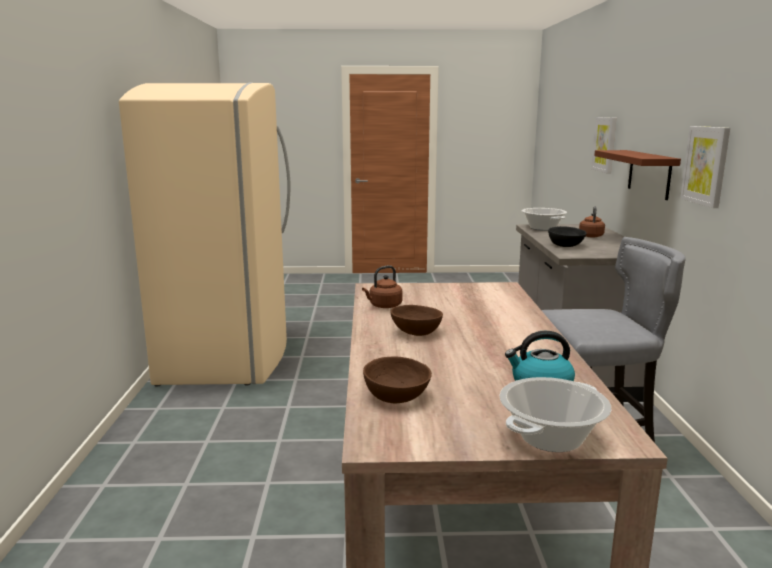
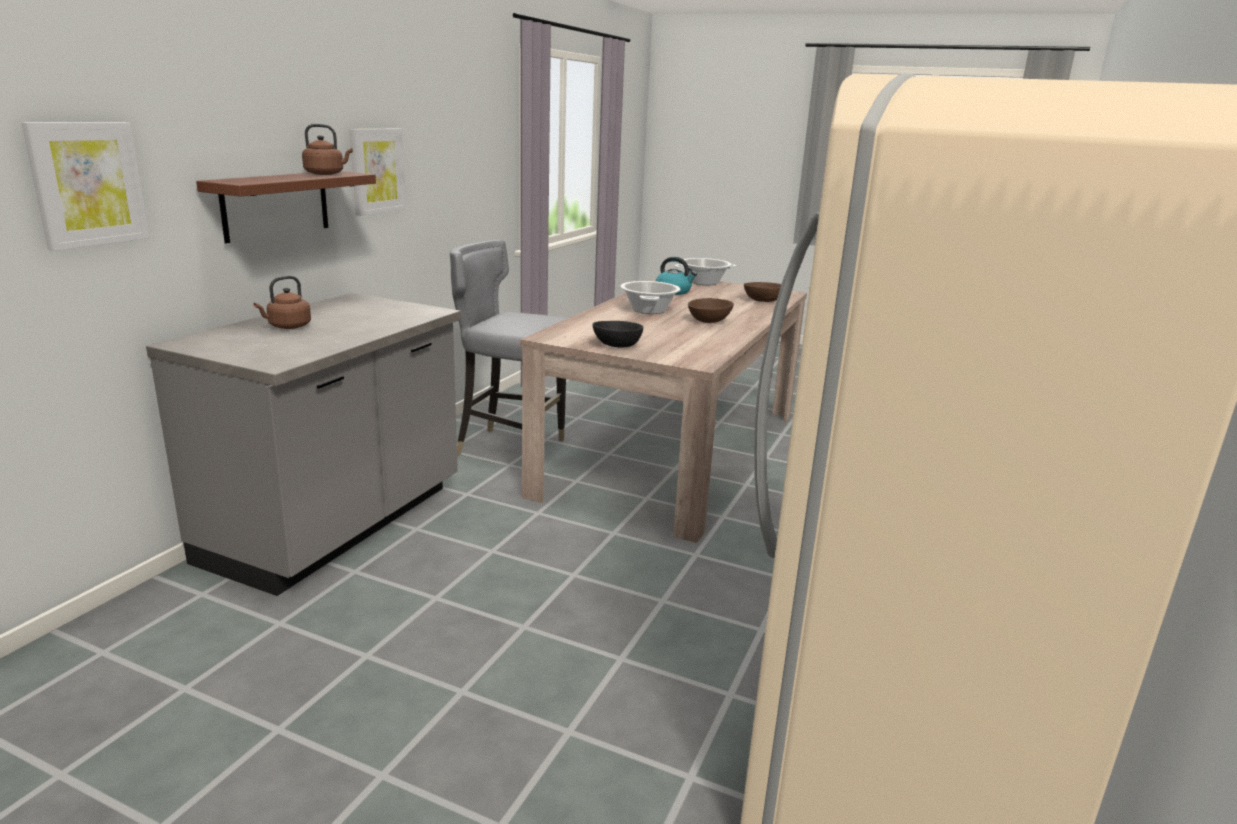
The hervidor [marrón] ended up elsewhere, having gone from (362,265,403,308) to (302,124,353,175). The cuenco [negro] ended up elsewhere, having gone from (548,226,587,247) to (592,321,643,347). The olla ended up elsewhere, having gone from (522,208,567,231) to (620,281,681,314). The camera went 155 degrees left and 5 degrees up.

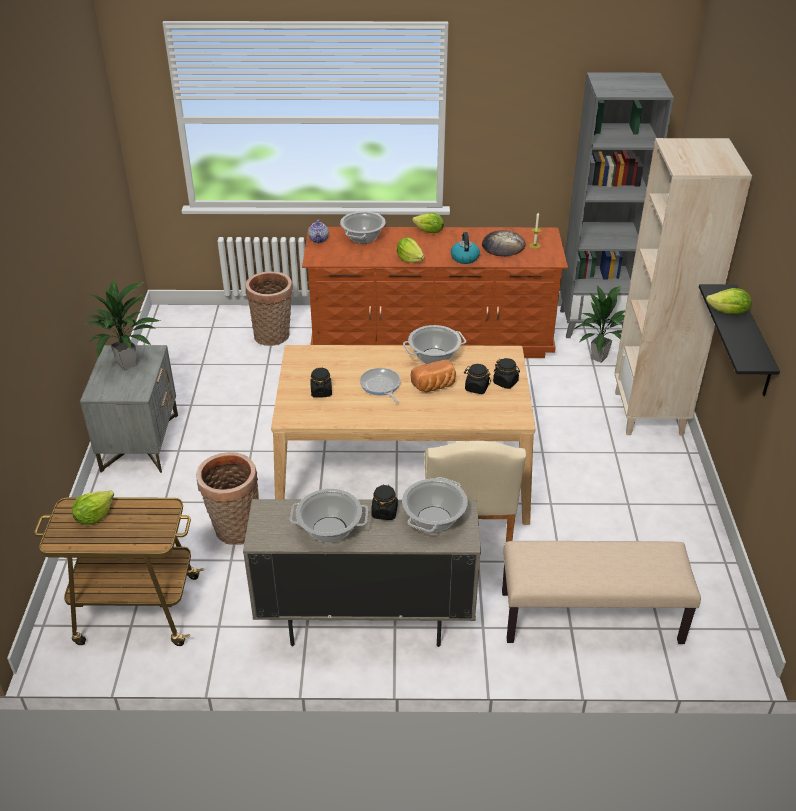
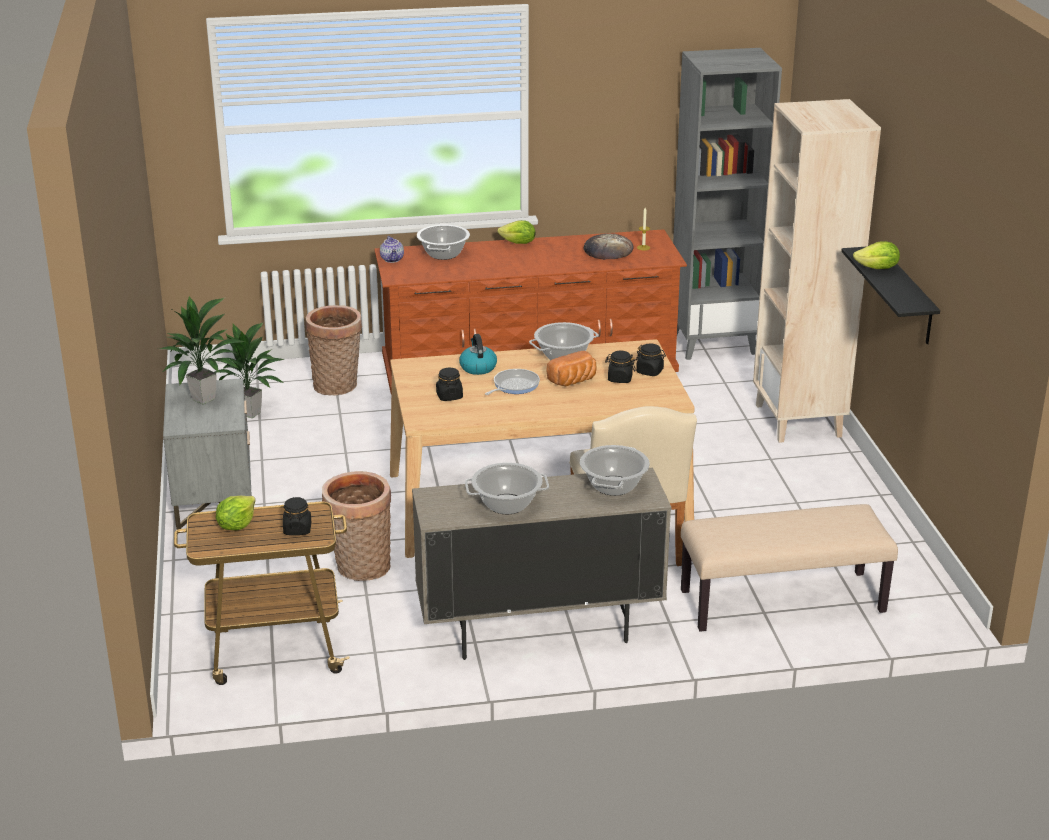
The planta en maceta ended up elsewhere, having gone from (574,285,625,363) to (215,323,284,418). The tarro [negro] ended up elsewhere, having gone from (371,484,398,520) to (283,497,311,535). The hervidor ended up elsewhere, having gone from (451,232,480,264) to (459,334,497,375). The sartén at (360,368,401,403) ended up facing another way, 75 degrees clockwise from before. The second view lost the lechuga at (397,237,425,263). The camera went 10 degrees left and 10 degrees down.

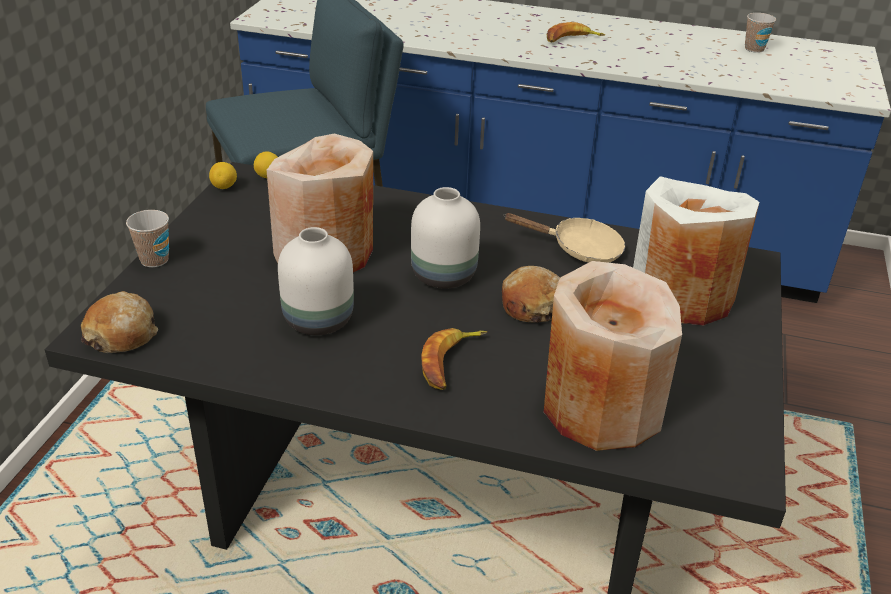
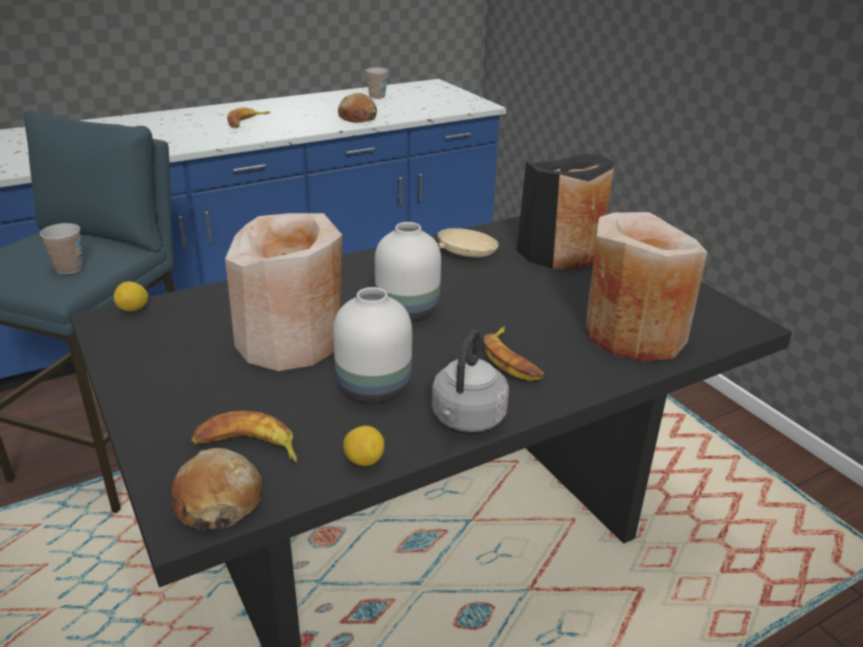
The taza ended up elsewhere, having gone from (126,210,169,267) to (40,223,83,274). The second view gained the plátano at (190,411,297,463). The pan ended up elsewhere, having gone from (502,266,560,323) to (338,93,377,123). The limón ended up elsewhere, having gone from (209,162,237,189) to (343,426,385,466). The second view gained the hervidor [gris] at (432,330,509,432). What was the florero [blanco] at (633,176,759,326) turned into the florero [negro] at (517,154,615,269). The camera went 45 degrees left and 5 degrees down.

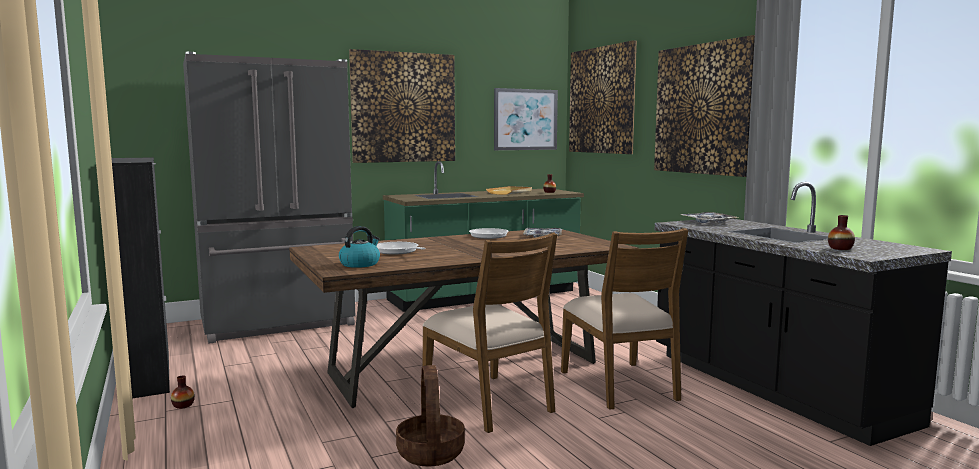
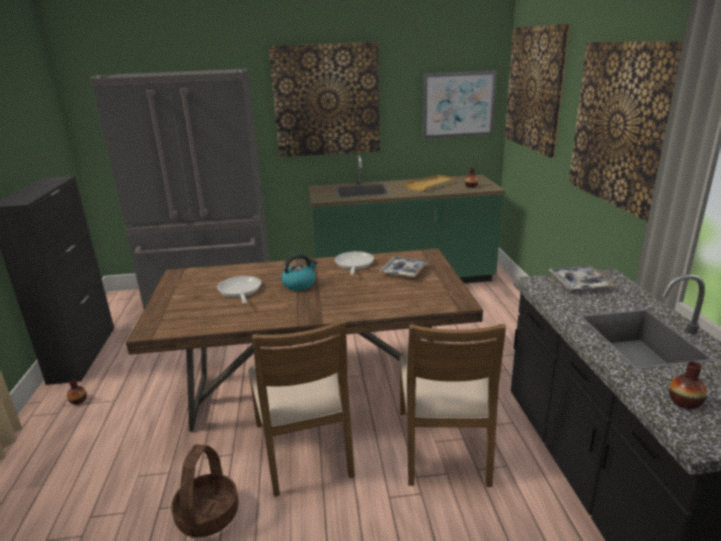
The hervidor ended up elsewhere, having gone from (339,226,380,268) to (281,254,318,291). The camera went 20 degrees right and 15 degrees up.

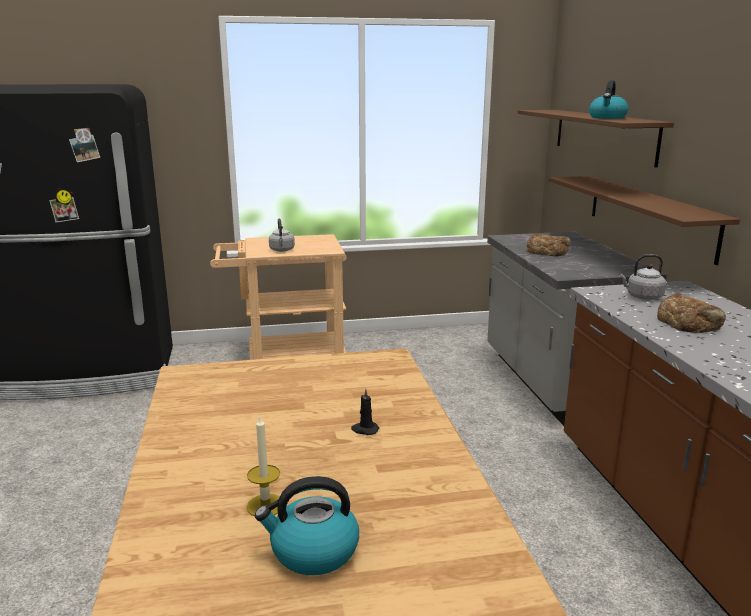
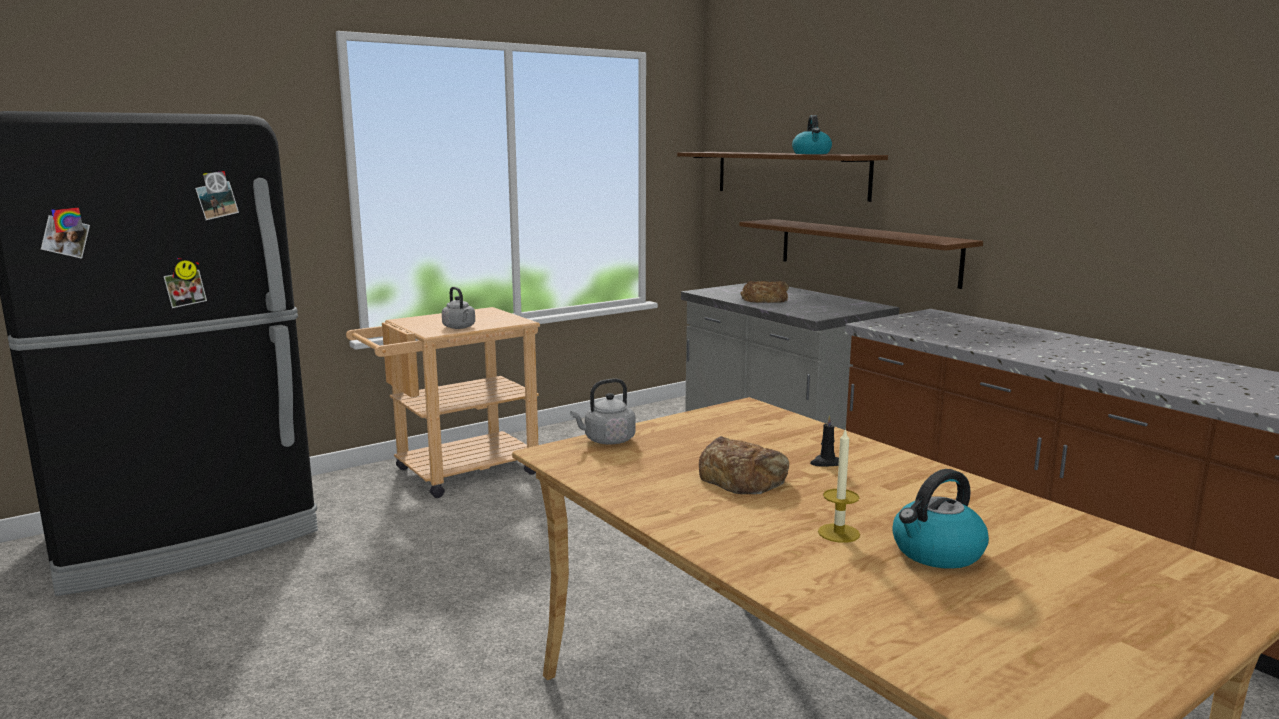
The hervidor [gris] ended up elsewhere, having gone from (619,254,666,300) to (570,378,635,444). The pan ended up elsewhere, having gone from (657,293,726,333) to (699,436,789,494). The camera went 25 degrees left and 5 degrees down.

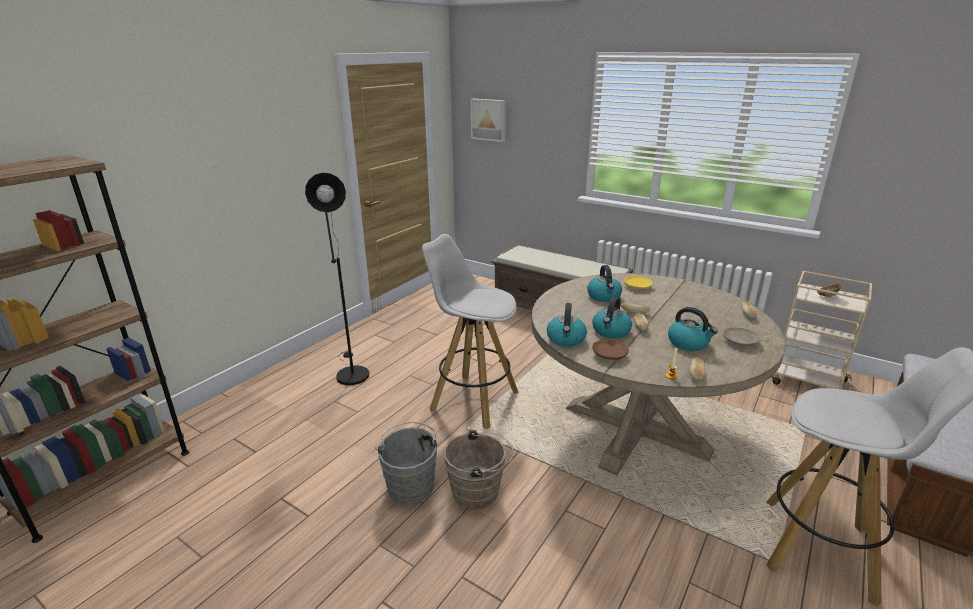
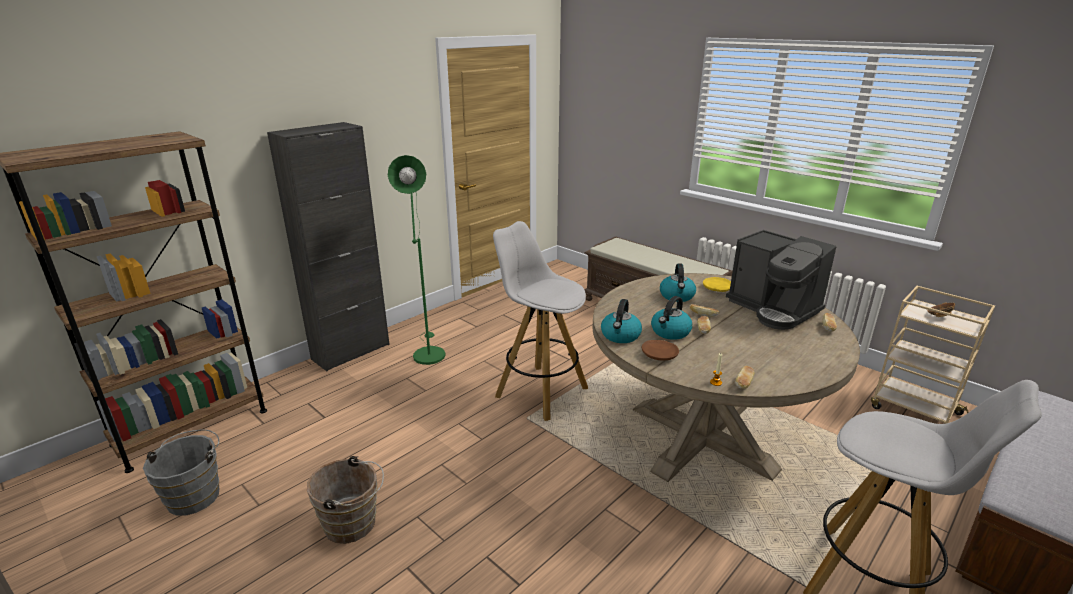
The cubo [gris] ended up elsewhere, having gone from (375,422,441,505) to (143,429,219,516). The second view gained the armario [negro] at (267,122,390,371). The cubo [marrón] ended up elsewhere, having gone from (444,430,514,510) to (307,456,384,544). What was the lámpara de pie [negro] at (305,173,369,385) turned into the lámpara de pie [verde] at (388,155,445,365). The second view gained the cafetera at (726,230,837,330). The second view lost the cuadro at (471,99,506,142). The second view lost the hervidor at (668,307,718,351). The second view lost the plato [beis] at (723,327,761,346). The camera went 10 degrees right and 0 degrees up.

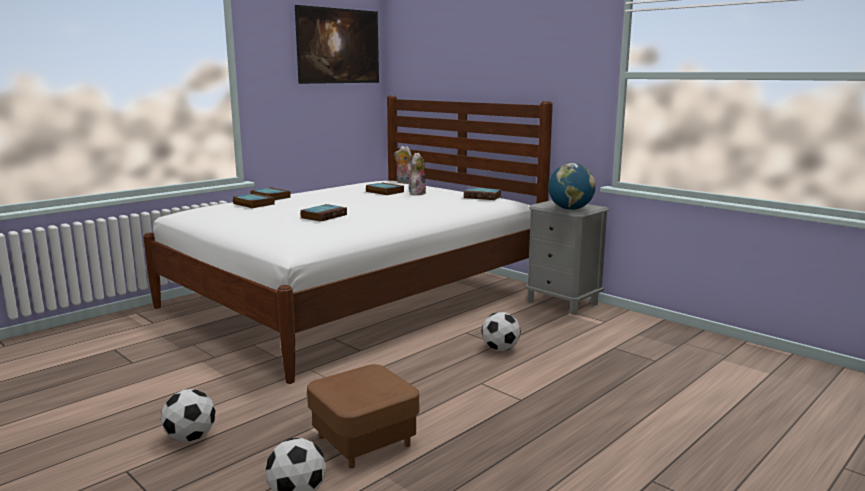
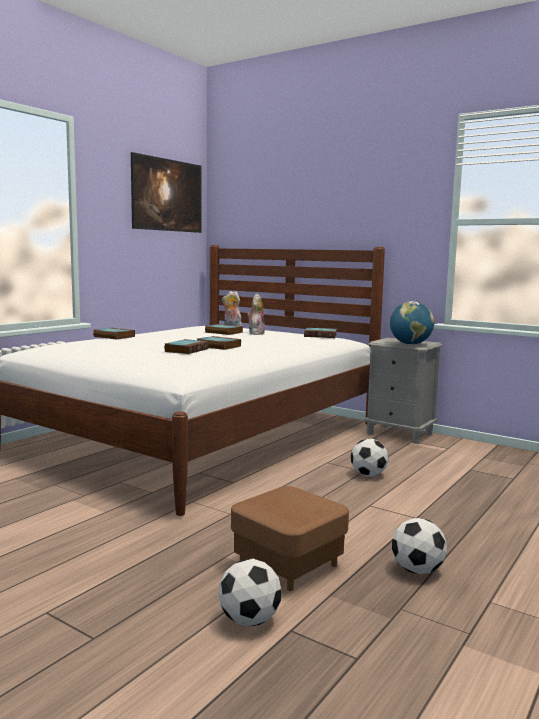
The libro ended up elsewhere, having gone from (233,193,275,208) to (197,336,241,350). The balón de fútbol ended up elsewhere, having gone from (161,389,216,442) to (392,518,447,574). The camera went 10 degrees left and 5 degrees down.

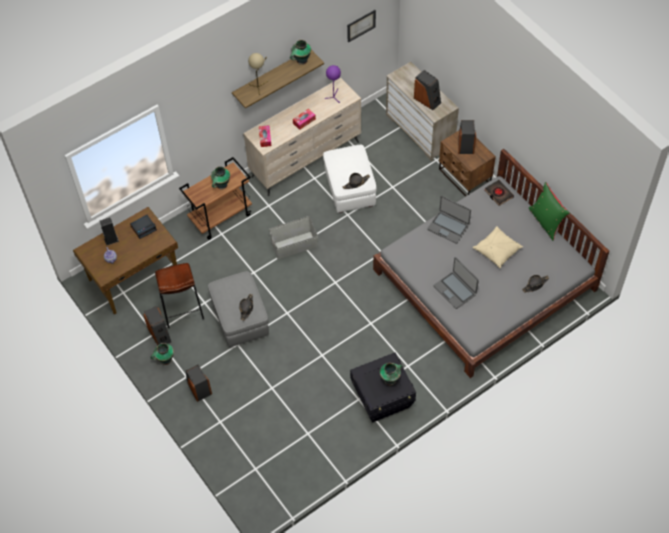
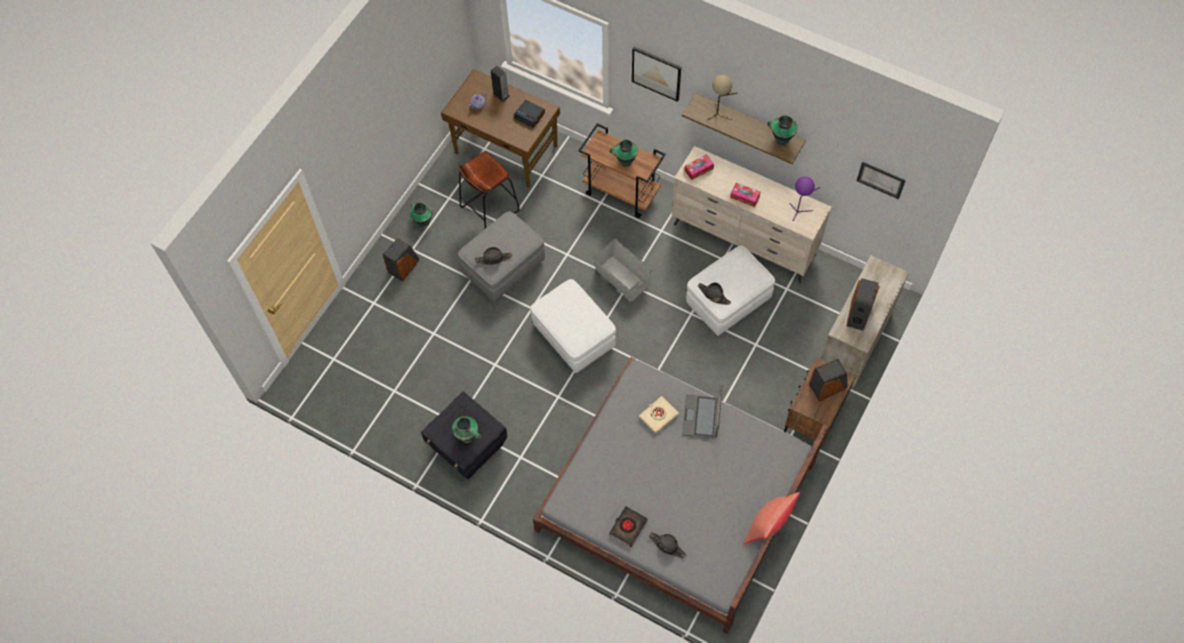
The second view gained the puf [blanco] at (530,279,616,373). The libro [negro] ended up elsewhere, having gone from (484,180,514,206) to (609,506,648,547). The second view gained the cuadro at (632,47,681,102). The second view gained the libro [beis] at (639,396,679,434). What was the cojín [verde] at (529,182,570,241) turned into the cojín [rojo] at (744,492,800,544). The second view lost the altavoz at (143,306,171,345). The second view lost the portátil at (434,257,479,309). The second view lost the cojín [beis] at (473,226,523,268). The camera went 65 degrees right and 5 degrees up.

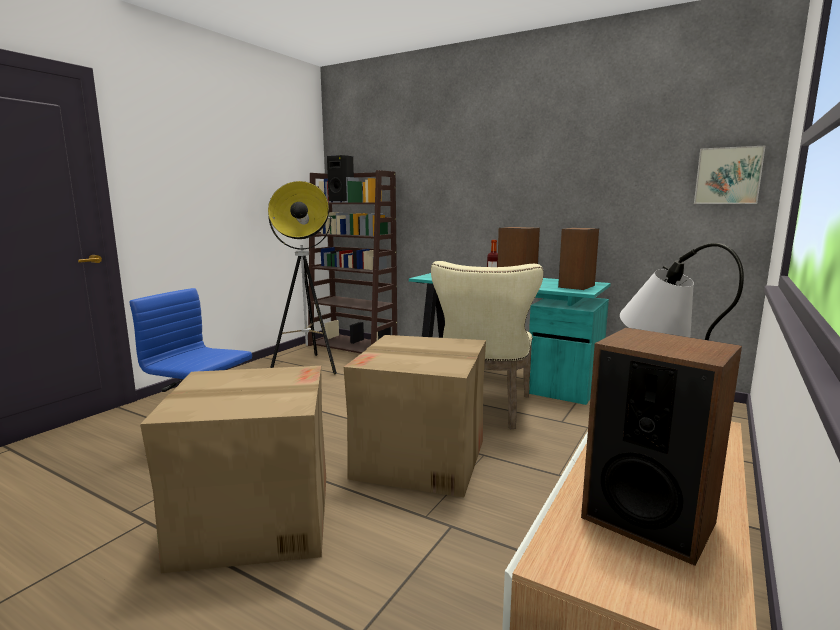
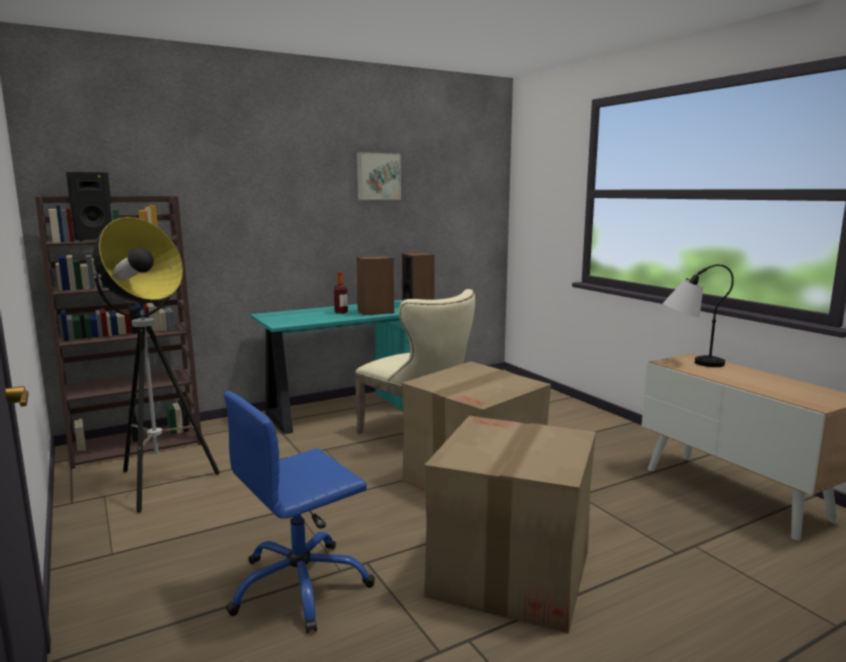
The cuadro ended up elsewhere, having gone from (694,145,766,204) to (357,152,401,200). The second view lost the altavoz at (581,327,742,566). The camera went 60 degrees left and 0 degrees up.

